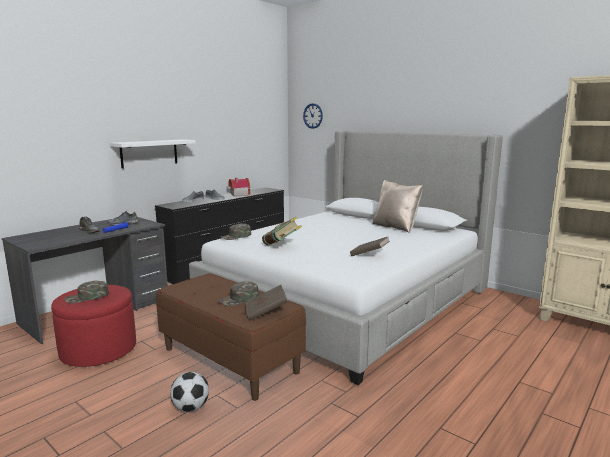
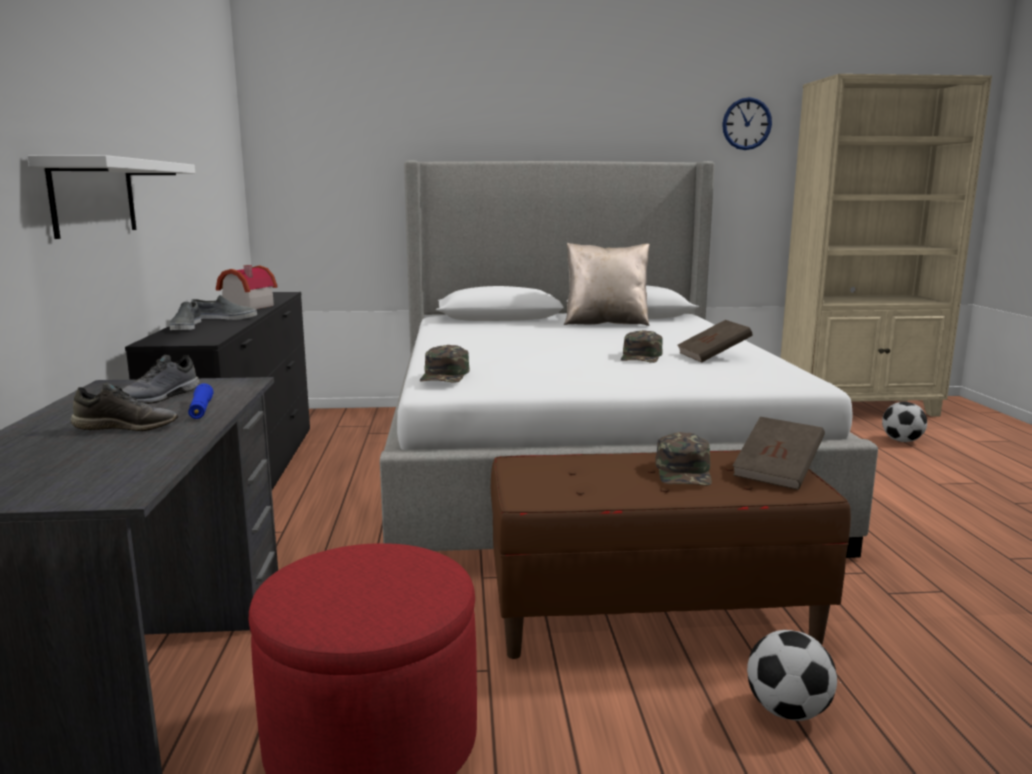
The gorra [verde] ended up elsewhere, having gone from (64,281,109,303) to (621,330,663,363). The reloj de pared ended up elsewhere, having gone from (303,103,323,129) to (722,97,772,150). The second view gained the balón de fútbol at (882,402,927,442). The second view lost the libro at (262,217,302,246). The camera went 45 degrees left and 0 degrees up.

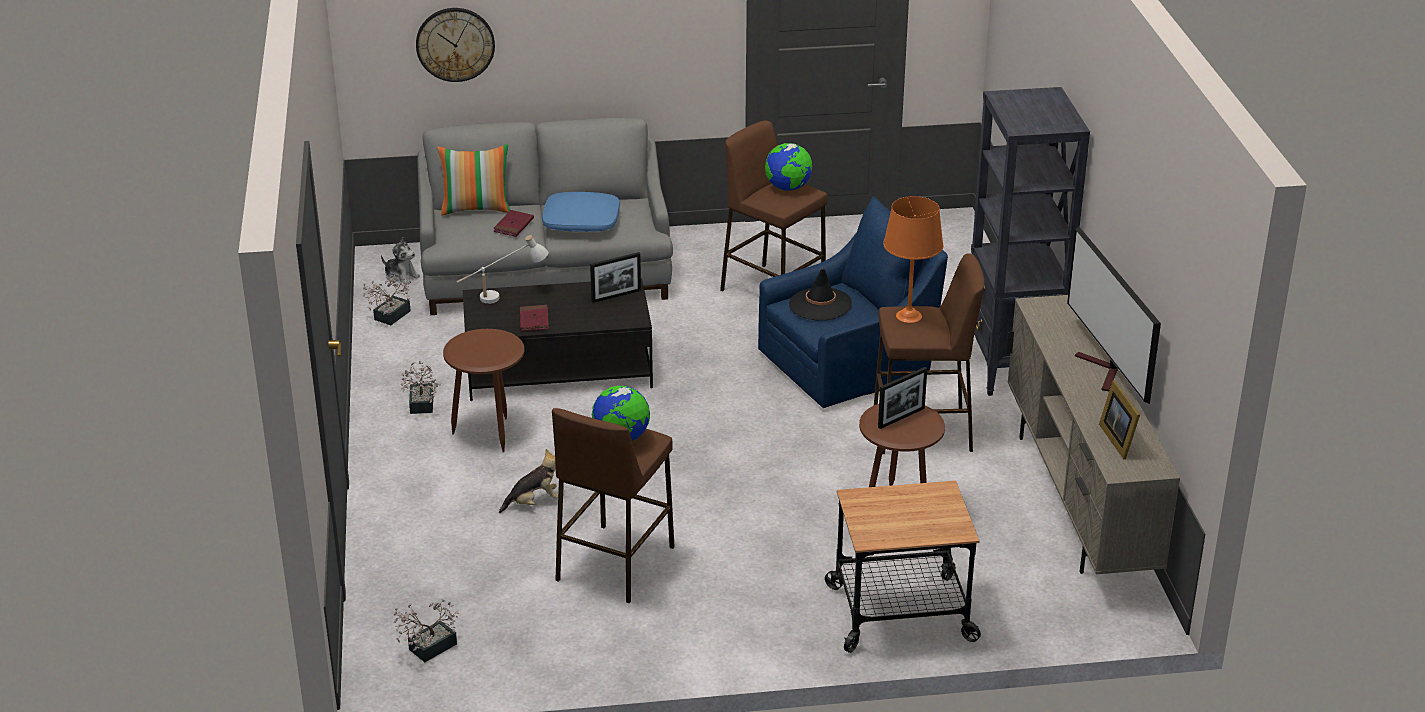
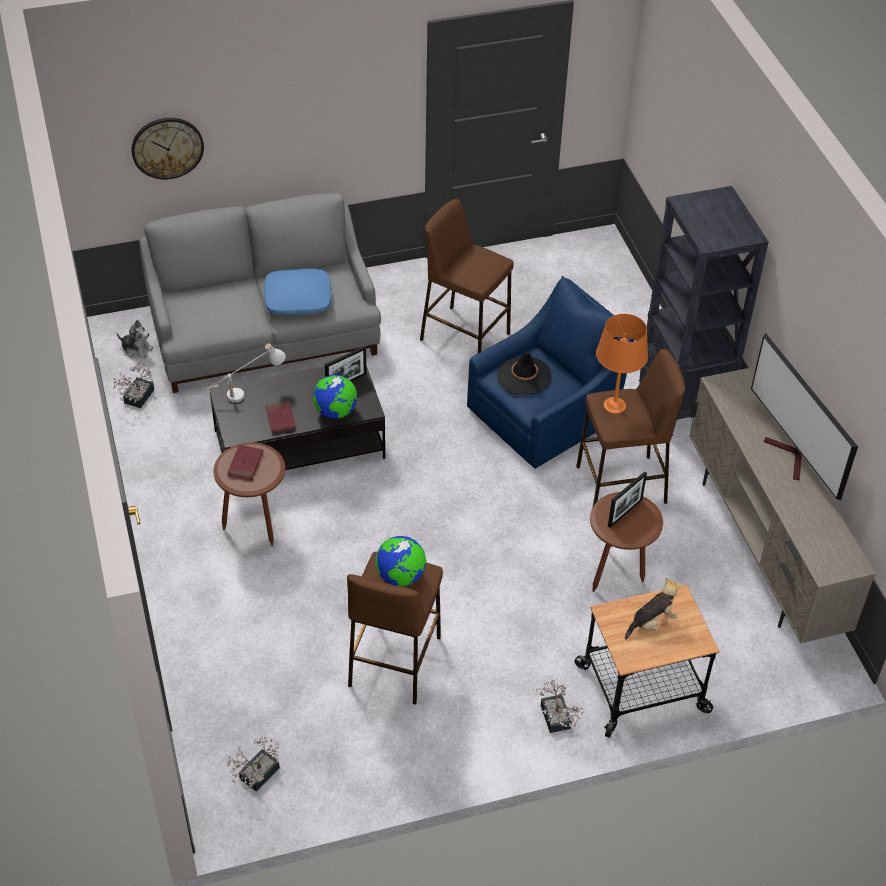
The libro [rojo] ended up elsewhere, having gone from (493,210,534,237) to (227,444,263,481). The globo terráqueo ended up elsewhere, having gone from (765,143,813,191) to (313,375,357,419). The planta en maceta ended up elsewhere, having gone from (400,361,441,414) to (536,679,584,733). The peluche ended up elsewhere, having gone from (499,449,558,513) to (625,578,681,640). The second view lost the cojín at (437,144,510,216). The second view lost the portarretratos at (1099,381,1140,459). The camera went 10 degrees left and 15 degrees up.

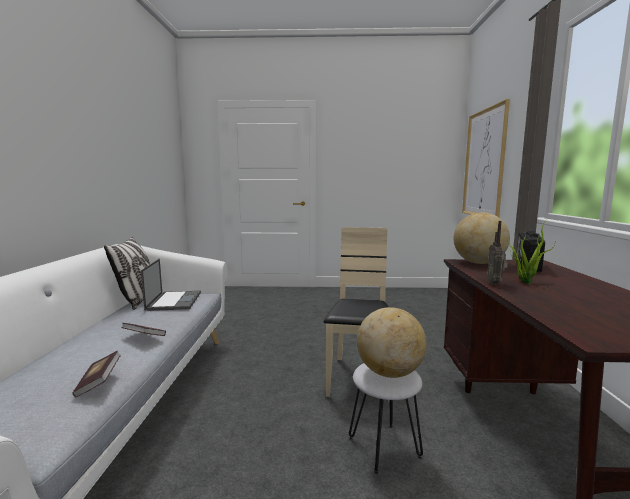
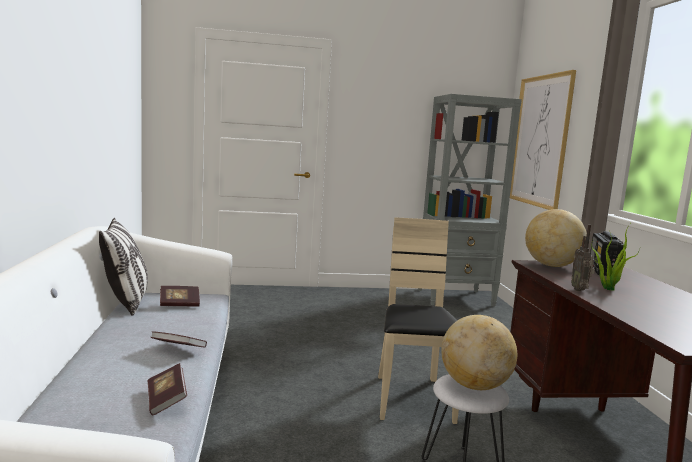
Where the portátil stood at (141,259,201,311), the libro came to stand at (160,286,200,307). The second view gained the estantería [gris] at (418,94,522,306). The camera went 10 degrees left and 0 degrees up.

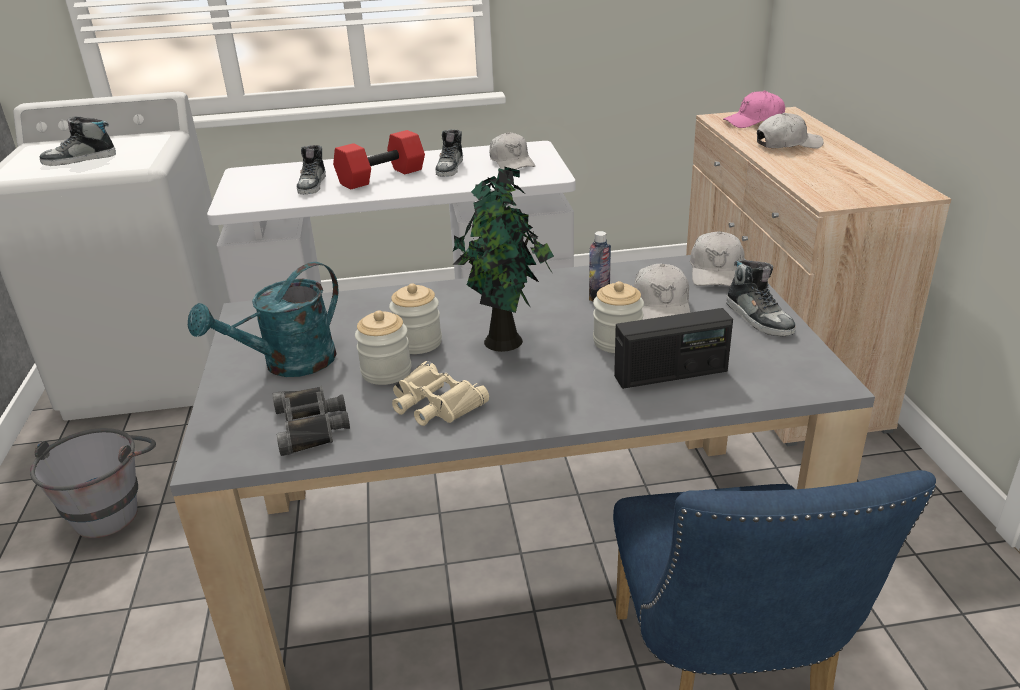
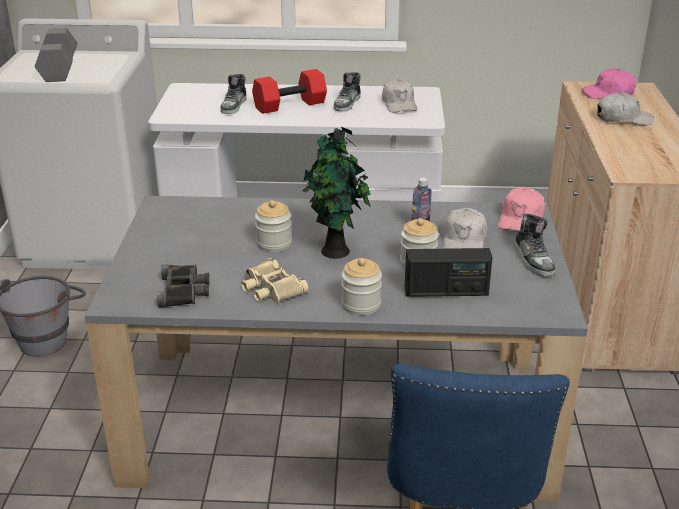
Where the zapato stood at (40,116,116,166), the mancuerna [gris] came to stand at (35,28,77,82). The tarro ended up elsewhere, having gone from (355,310,411,385) to (341,258,382,315). What was the gorra [blanco] at (690,231,744,286) turned into the gorra [rosa] at (498,188,545,231). The second view lost the regadera [turquesa] at (188,262,339,377). The camera went 10 degrees right and 0 degrees up.

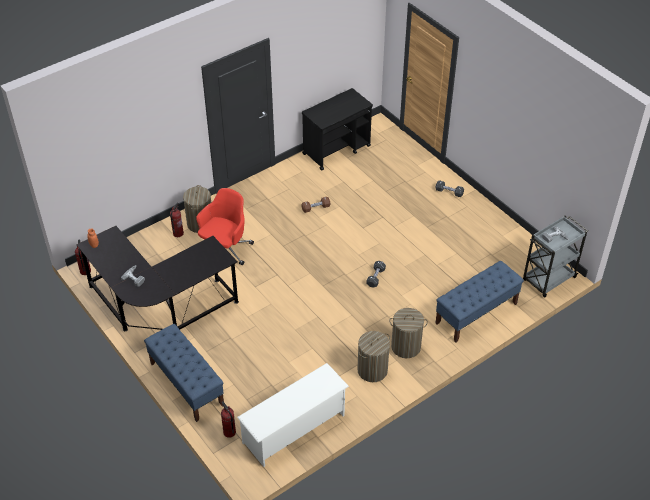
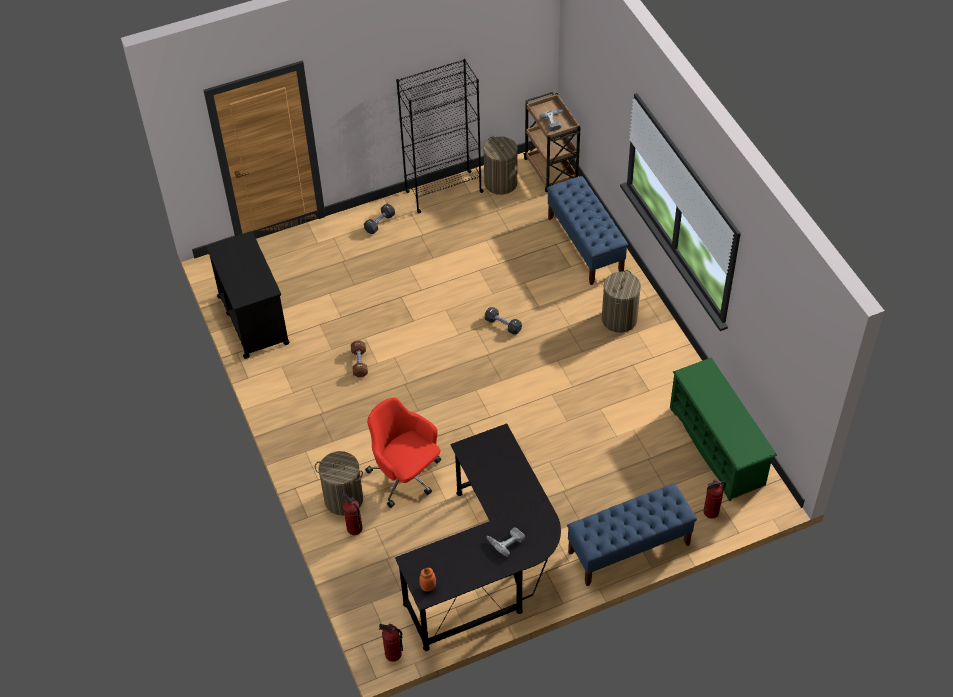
The second view gained the estantería [negro] at (396,59,484,213). The cesto de la ropa ended up elsewhere, having gone from (357,331,390,382) to (483,137,518,195). What was the carrito [gris] at (523,216,588,297) turned into the carrito [marrón] at (523,92,581,192). What was the zapatero [blanco] at (237,363,349,467) turned into the zapatero [verde] at (670,358,777,501). The camera went 75 degrees left and 5 degrees up.

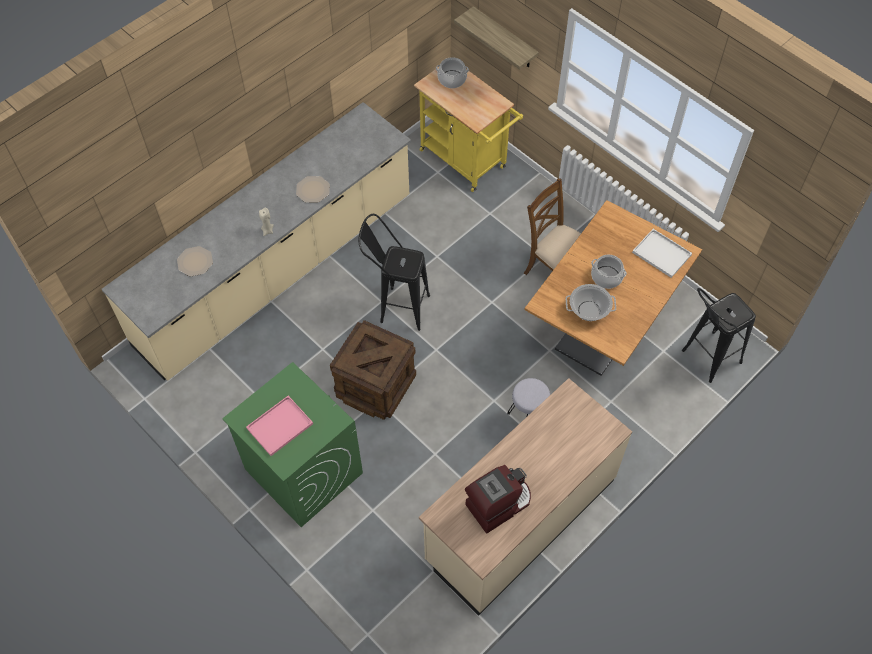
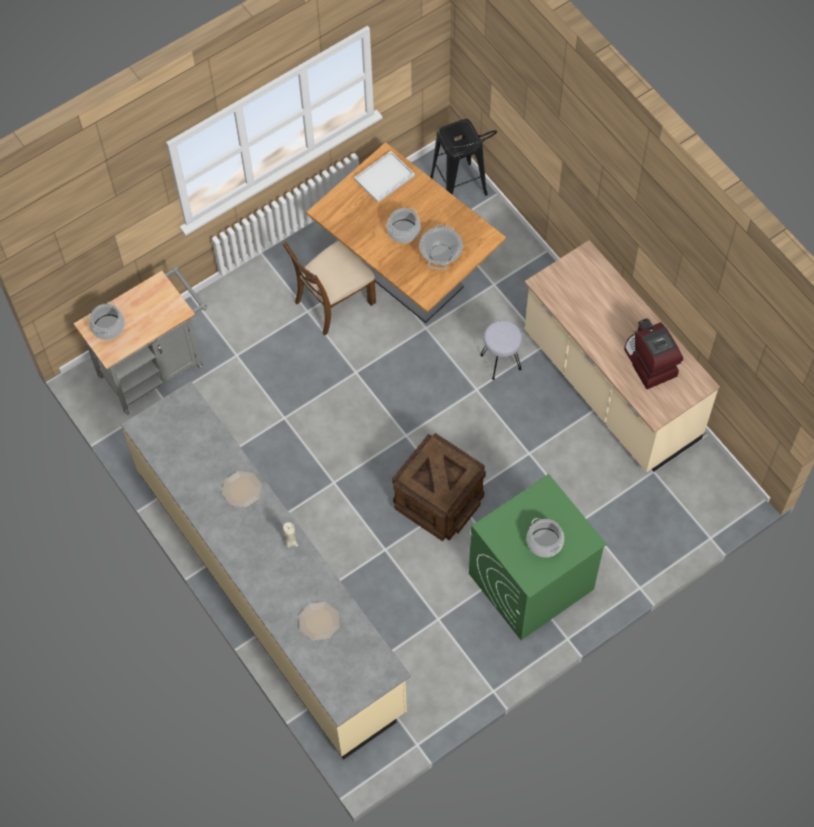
What was the carrito [amarillo] at (414,67,523,192) turned into the carrito [gris] at (74,267,207,415). Where the bandeja [rosa] stood at (246,396,313,456), the olla came to stand at (527,518,564,557). The second view lost the taburete [negro] at (358,214,430,331). The second view lost the estante at (454,6,539,70). The camera went 80 degrees left and 5 degrees up.

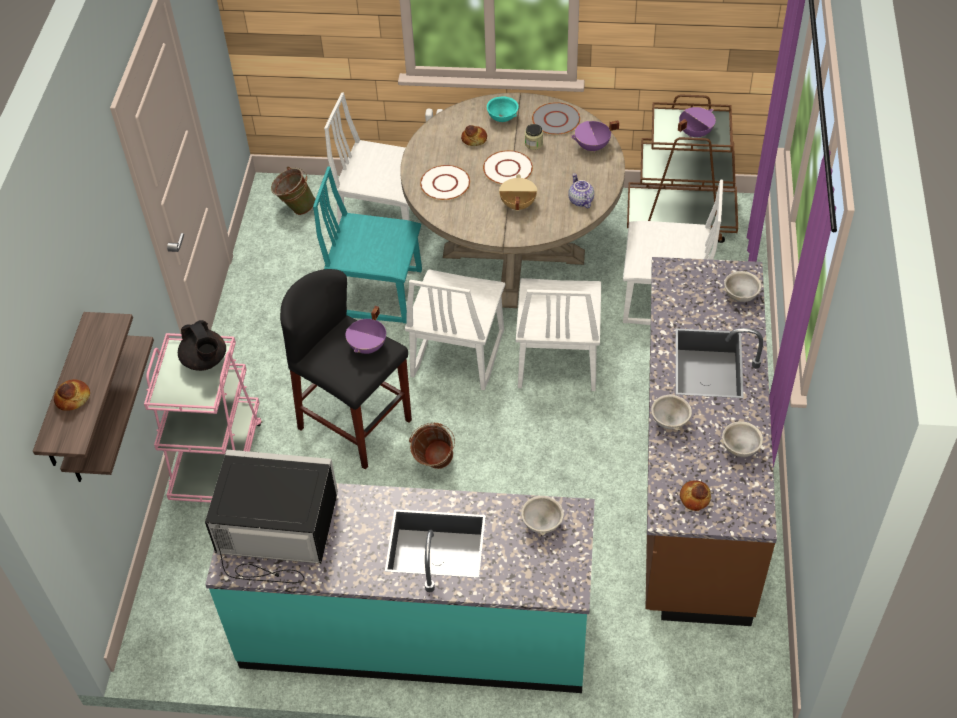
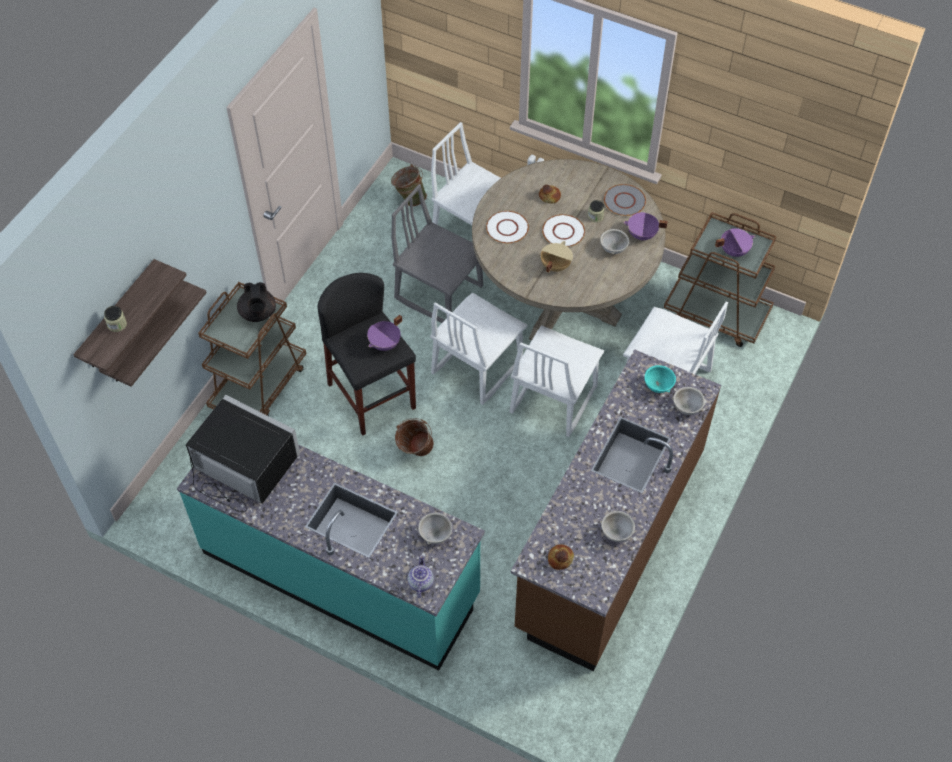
Where the pan stood at (54,379,90,411), the tarro came to stand at (104,306,127,332). What was the carrito [rosa] at (144,333,262,503) turned into the carrito [marrón] at (198,282,306,416). What was the silla [turquesa] at (313,167,422,323) turned into the silla [gris] at (391,184,483,323). The tetera ended up elsewhere, having gone from (568,173,594,209) to (408,555,434,598). The cuenco [gris] ended up elsewhere, having gone from (651,395,692,430) to (600,229,629,254). The cuenco [turquesa] ended up elsewhere, having gone from (487,96,519,122) to (644,365,676,393). The camera went 20 degrees right and 5 degrees up.

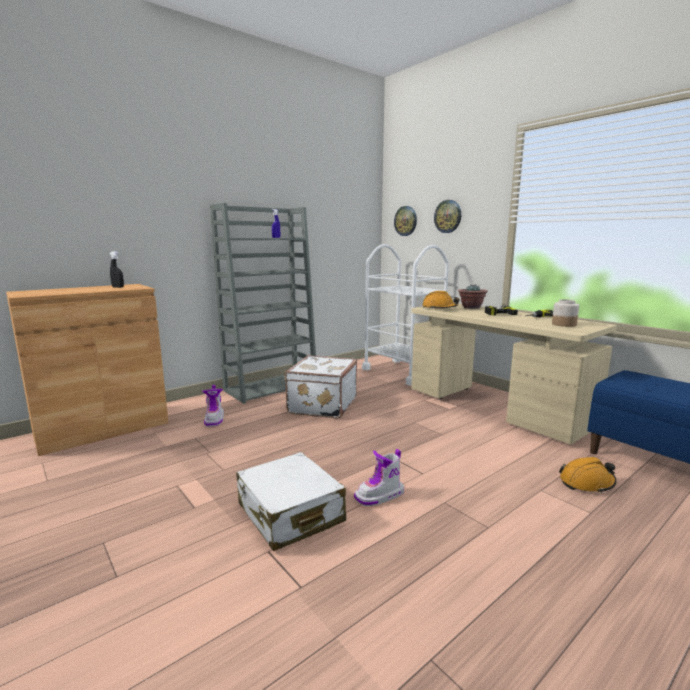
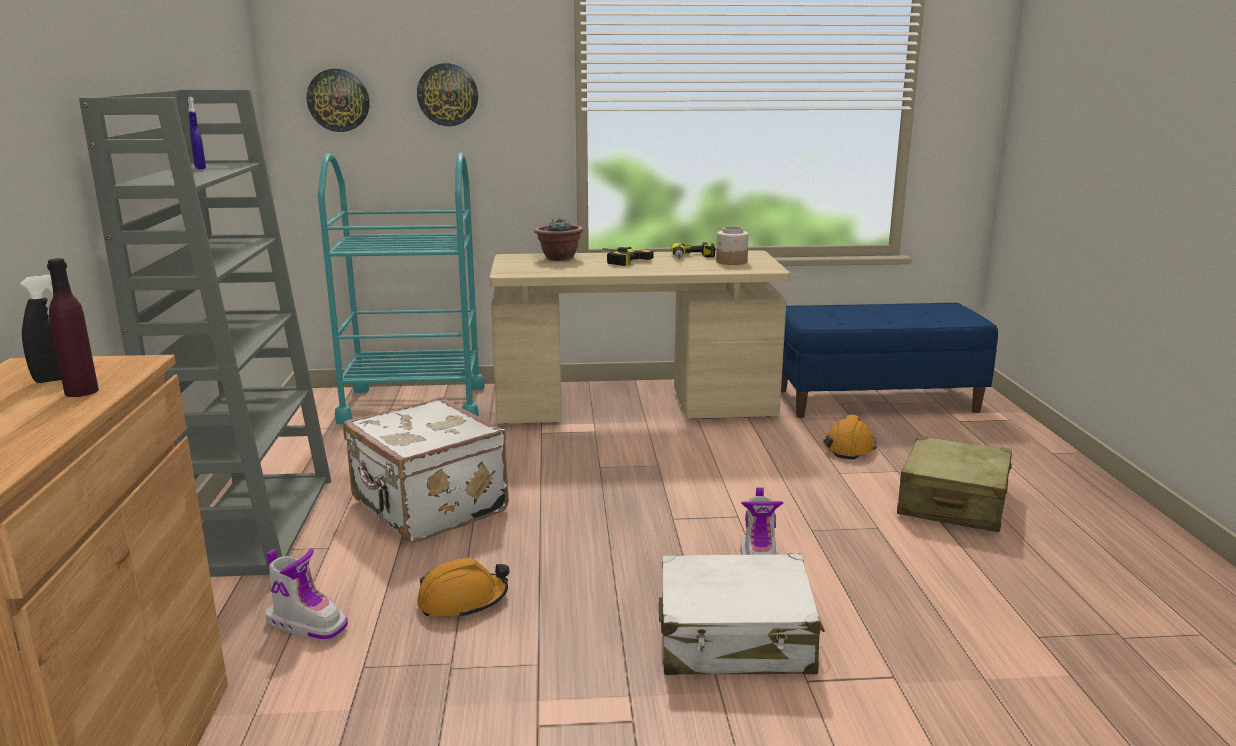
The second view gained the botella [morado] at (47,258,99,397). What was the carrito [blanco] at (362,244,449,386) turned into the carrito [turquesa] at (318,152,485,425). The casco [naranja] ended up elsewhere, having gone from (422,291,460,309) to (417,557,509,618). The second view gained the maleta [beis] at (897,436,1012,532). The camera went 55 degrees left and 5 degrees up.

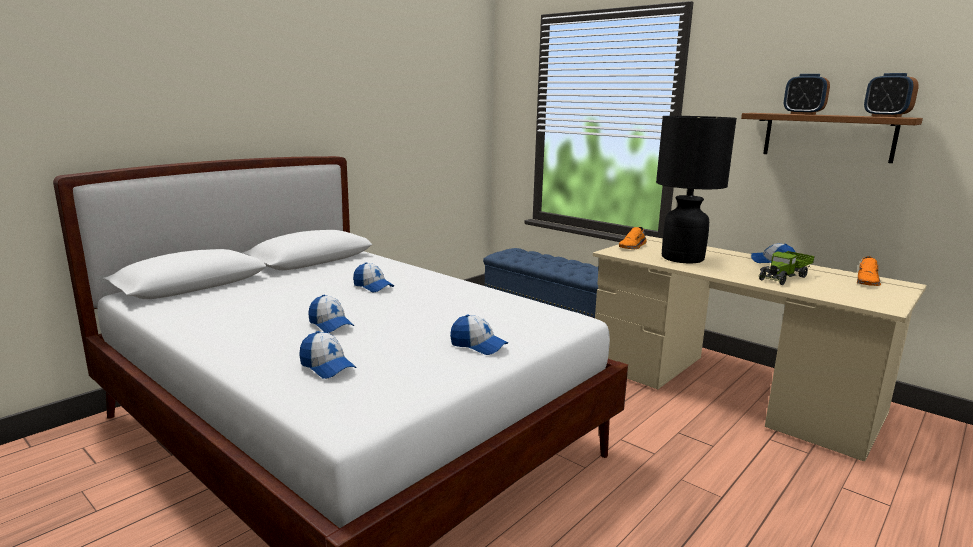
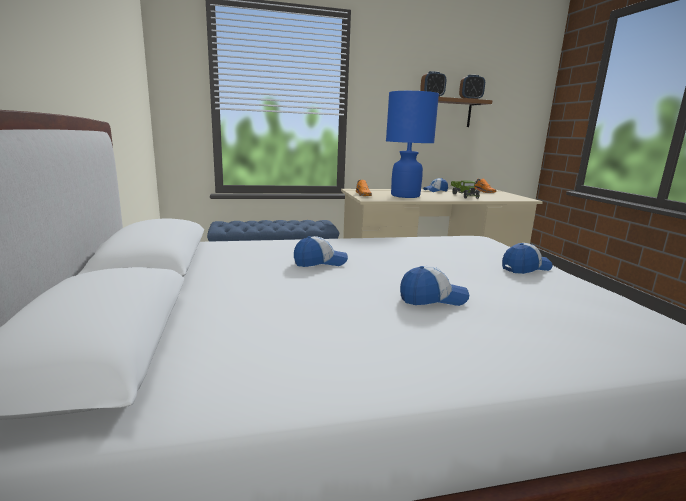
What was the lámpara de mesa [negro] at (656,116,737,263) turned into the lámpara de mesa [azul] at (386,91,439,198). The second view lost the gorra at (299,331,357,379). The camera went 55 degrees left and 0 degrees up.

